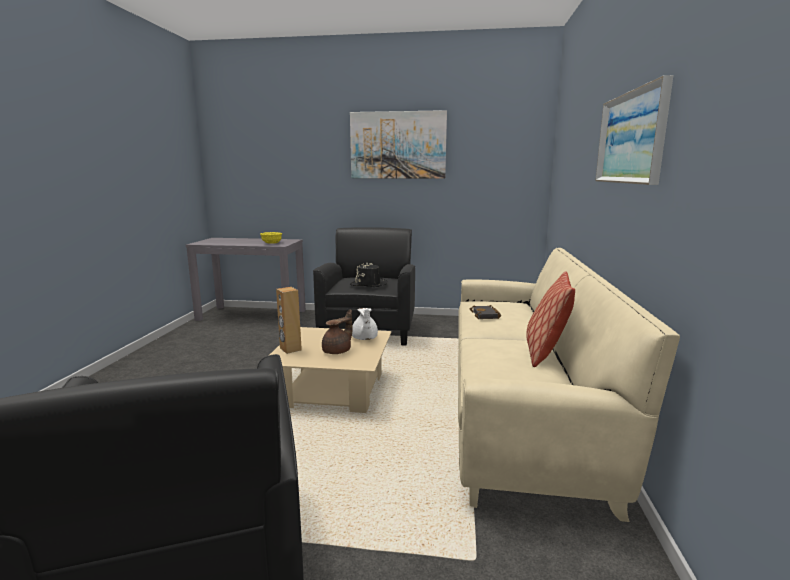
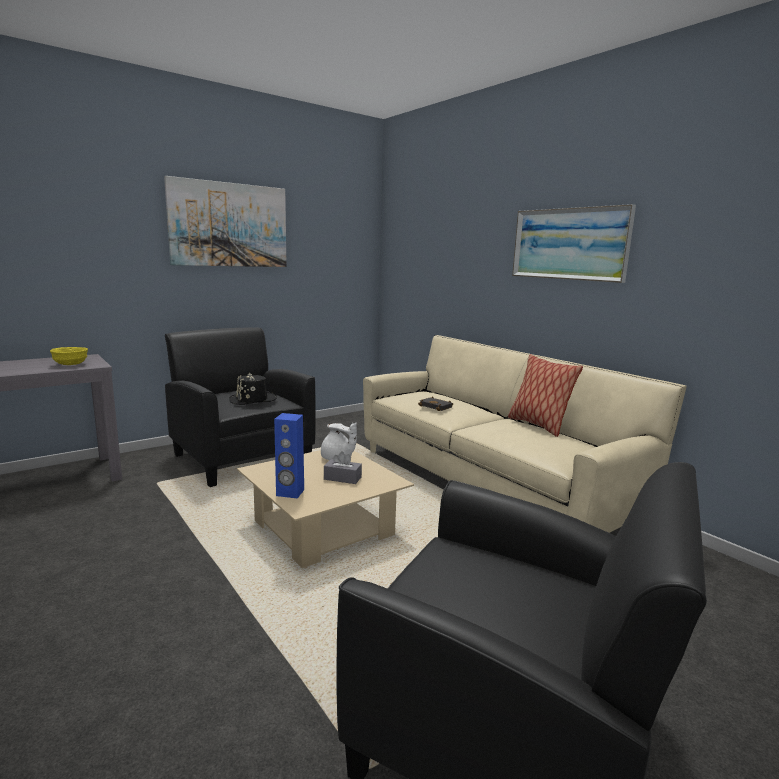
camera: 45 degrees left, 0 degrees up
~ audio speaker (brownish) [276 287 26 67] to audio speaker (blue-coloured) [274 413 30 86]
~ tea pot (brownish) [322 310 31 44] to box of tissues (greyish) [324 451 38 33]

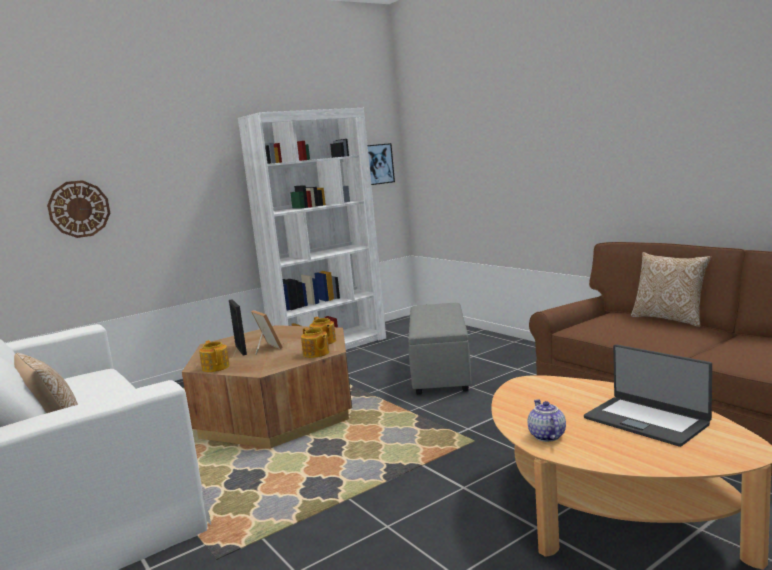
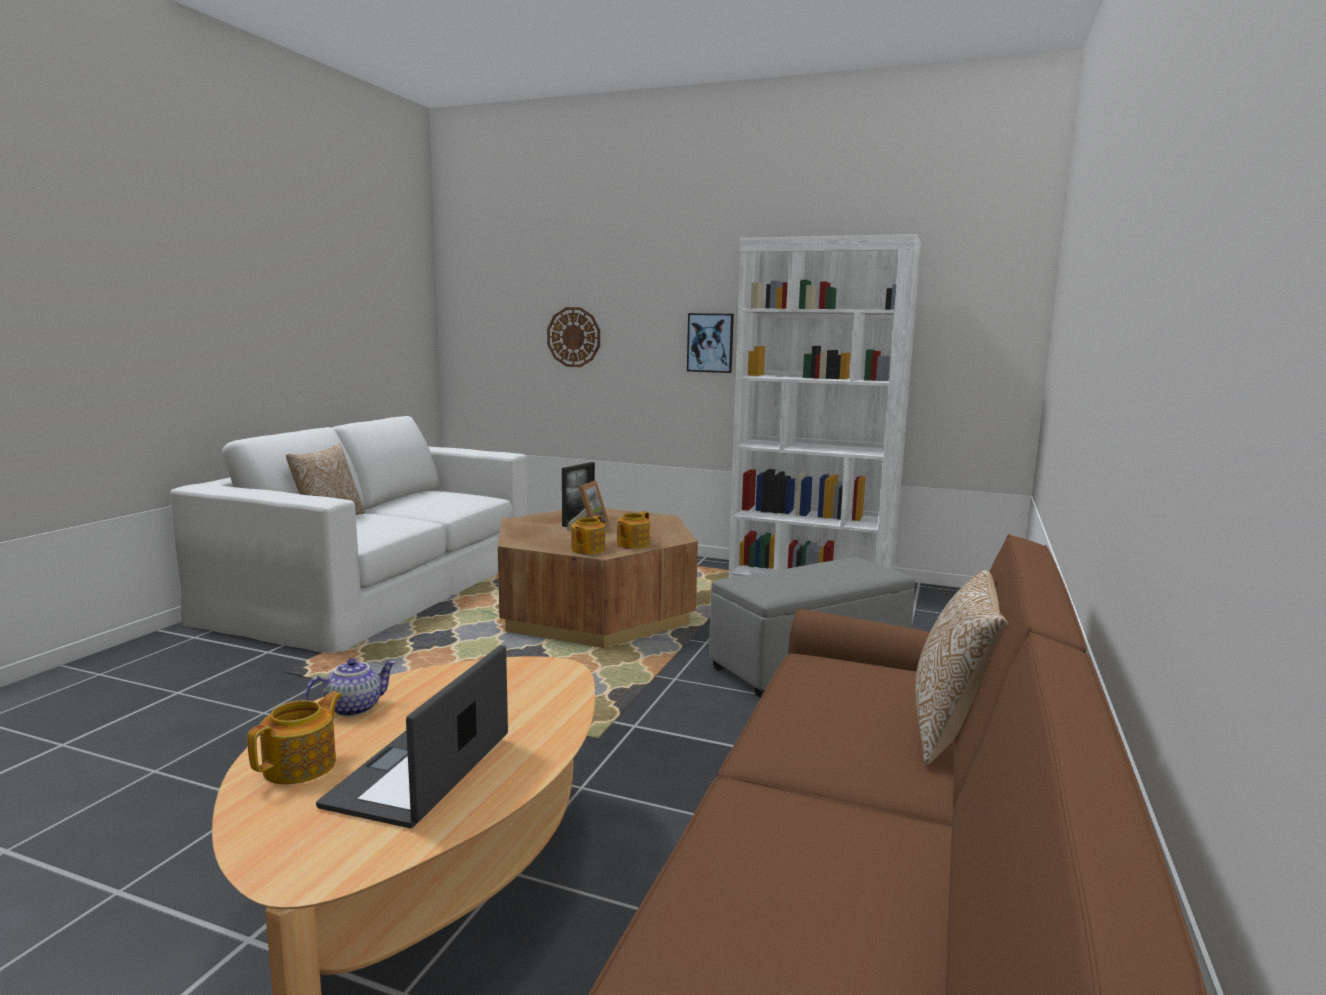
camera: 55 degrees right, 0 degrees up
~ tea pot [199 340 31 32] to [247 691 95 93]
~ wall picture [368 143 27 42] to [687 313 47 60]

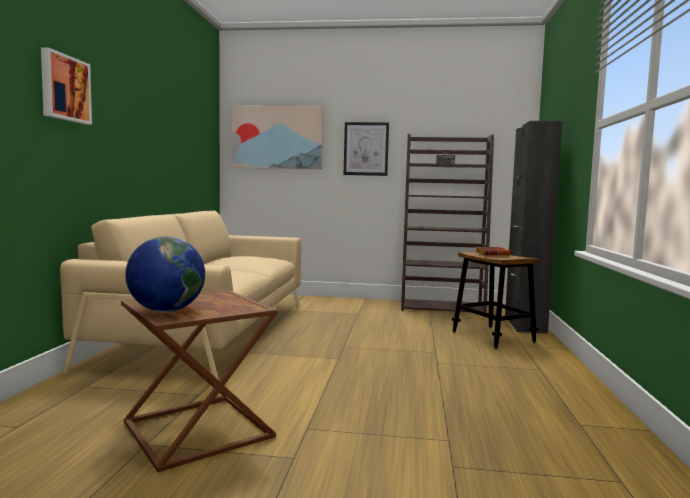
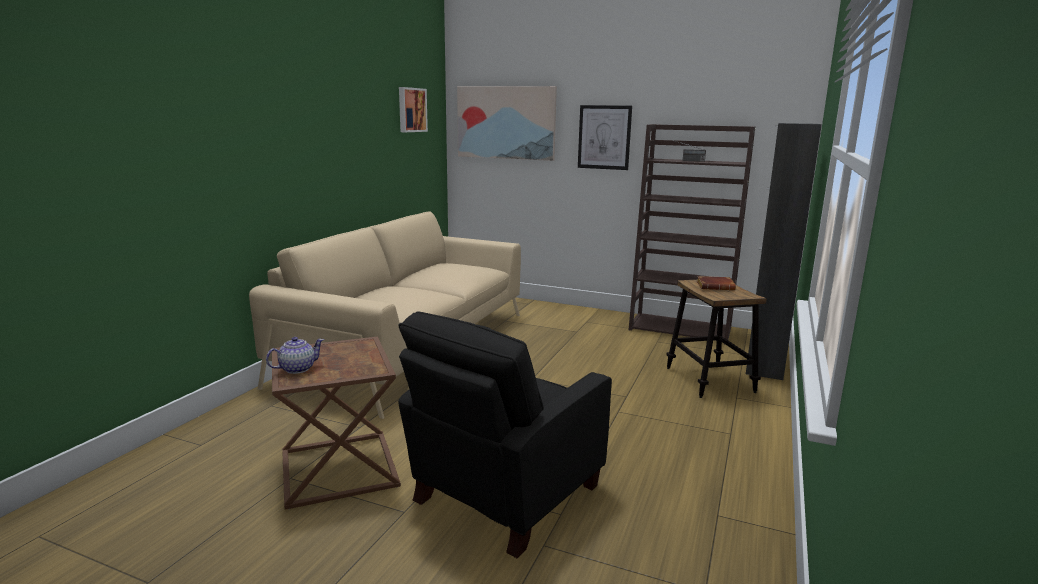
camera: 15 degrees right, 10 degrees up
~ wall picture [41 48 51 77] to [399 87 29 45]
~ desk globe [125 237 80 75] to tea pot [266 337 58 37]
+ easy chair (blackish) [398 311 214 247]

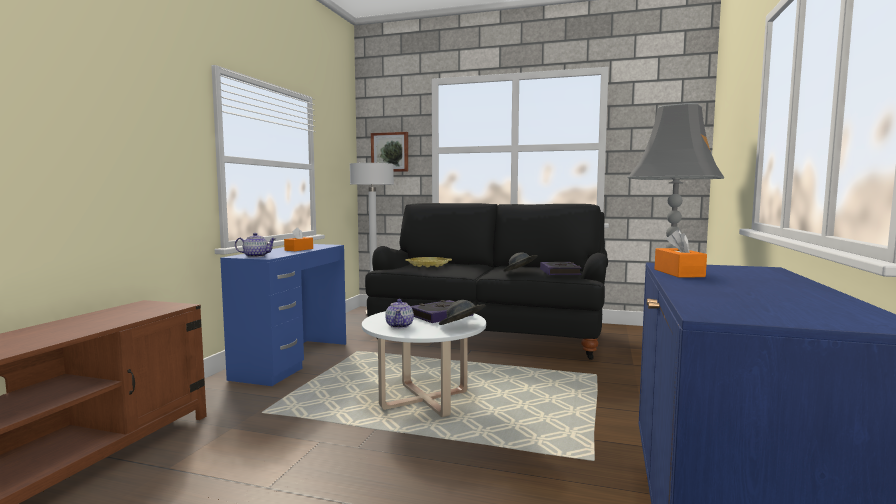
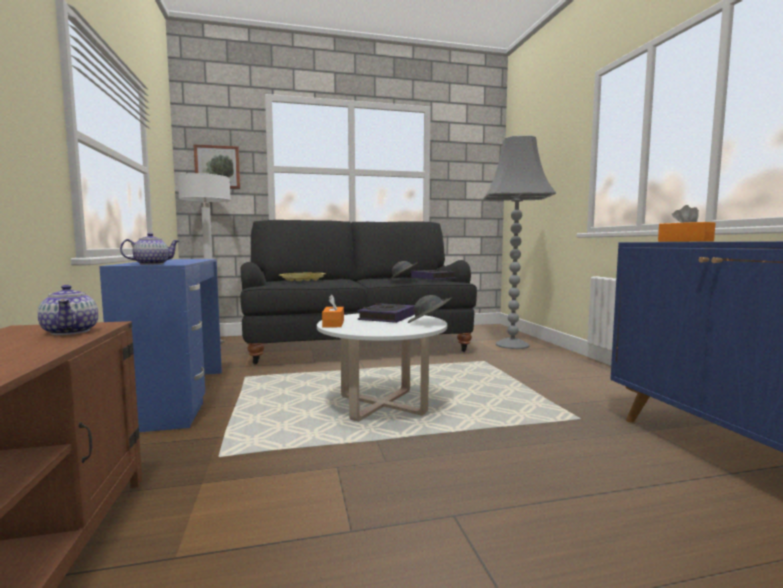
camera: 30 degrees left, 0 degrees up
~ box of tissues (orange-coloured) [284 227 29 24] to [322 295 22 32]
~ tea pot [385 299 29 29] to [38 285 60 50]

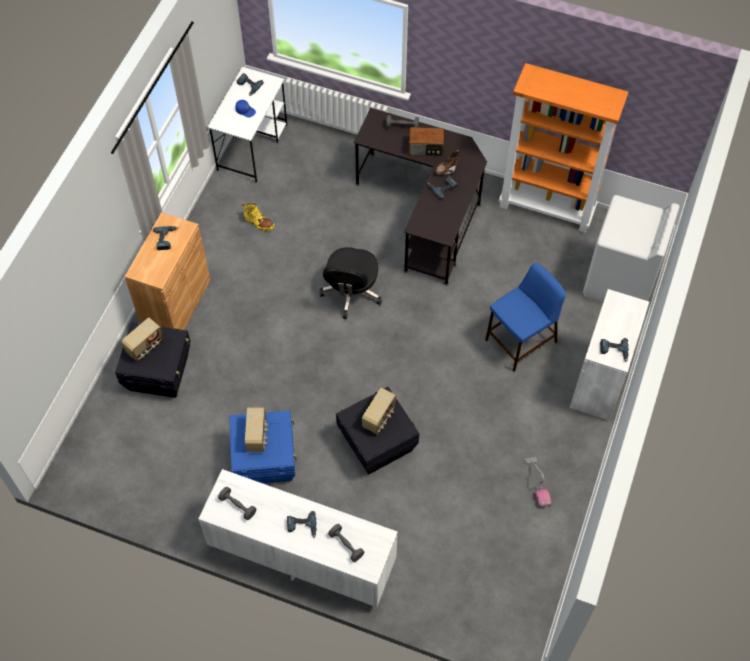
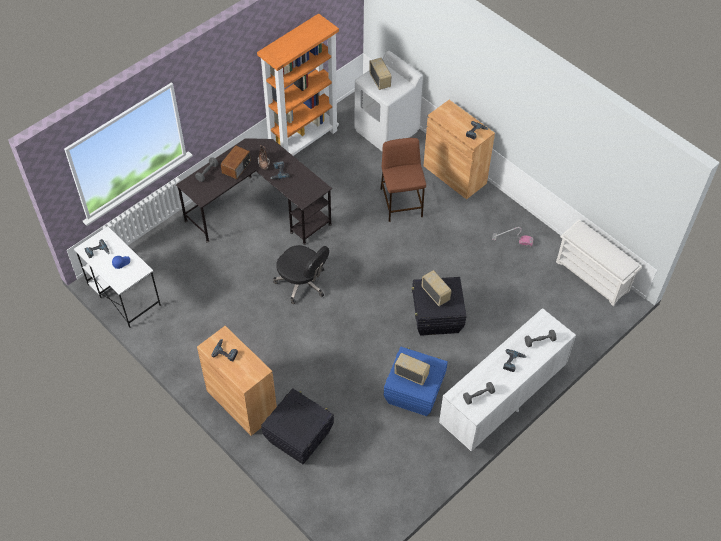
camera: 65 degrees left, 5 degrees down
~ radio receiver [121 318 43 43] to [369 58 22 32]
- boot (yellow) [242 203 33 28]
~ stool (blue-coloured) [485 263 81 108] to stool (brownish) [380 138 46 84]
~ storage cabinet (white-coloured) [570 289 79 132] to storage cabinet (brownish) [423 100 72 100]
+ shoe rack (white-coloured) [556 220 86 86]

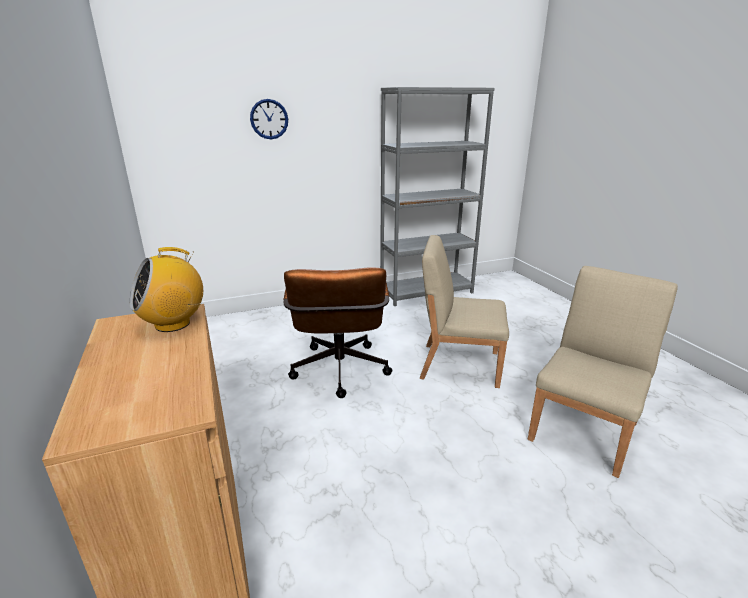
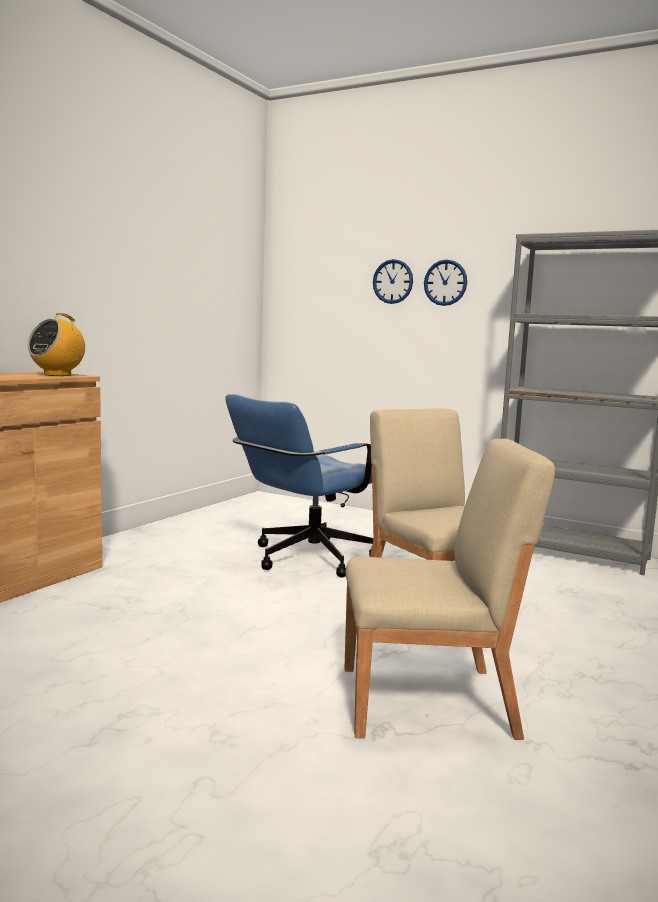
camera: 50 degrees right, 15 degrees down
~ radio receiver [129 247 74 85] = [27 313 58 63] 75 degrees counterclockwise
~ computer chair (brownish) [283 267 109 131] to computer chair (blue-coloured) [226 394 147 184]
+ hanging clock [424 259 43 47]

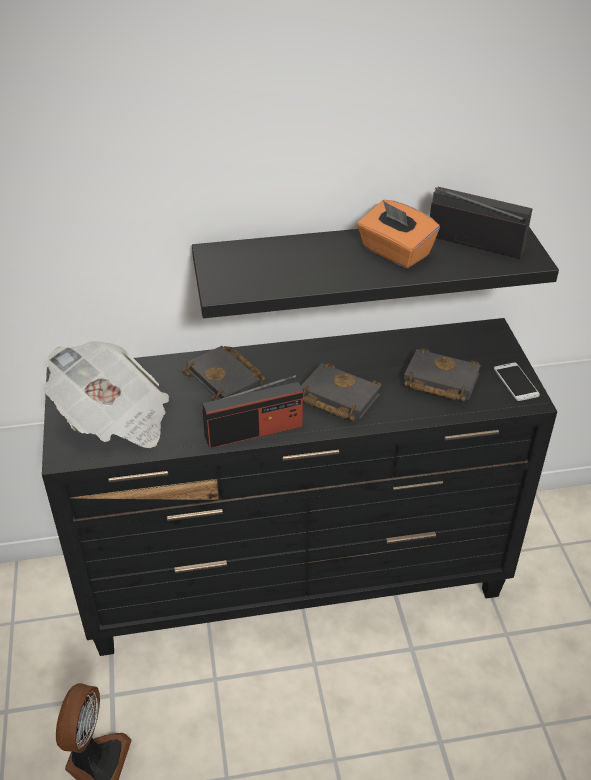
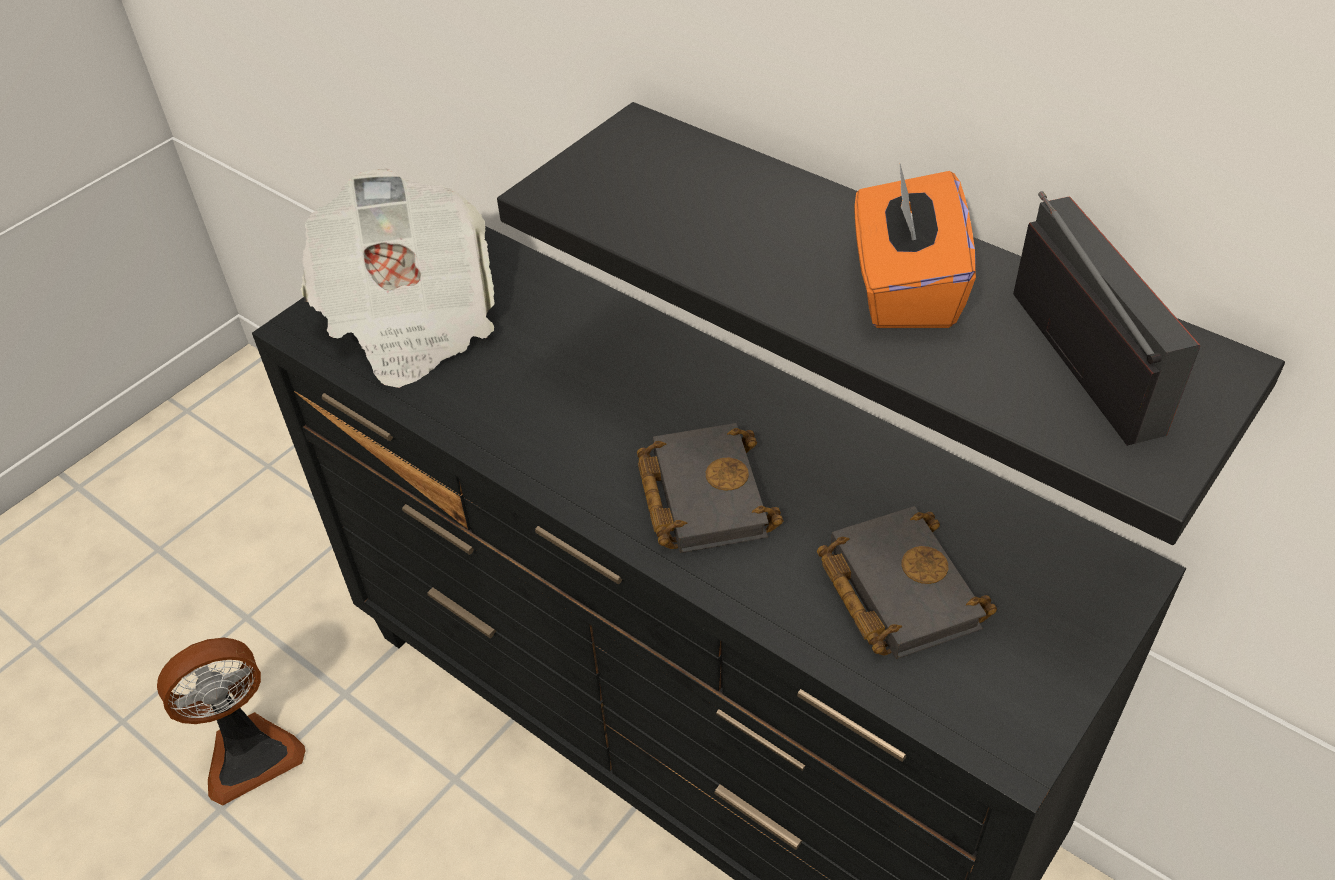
camera: 50 degrees right, 5 degrees up
- book (blackish) [182 346 84 55]
- radio receiver [202 375 101 74]
- handset [494 363 46 38]

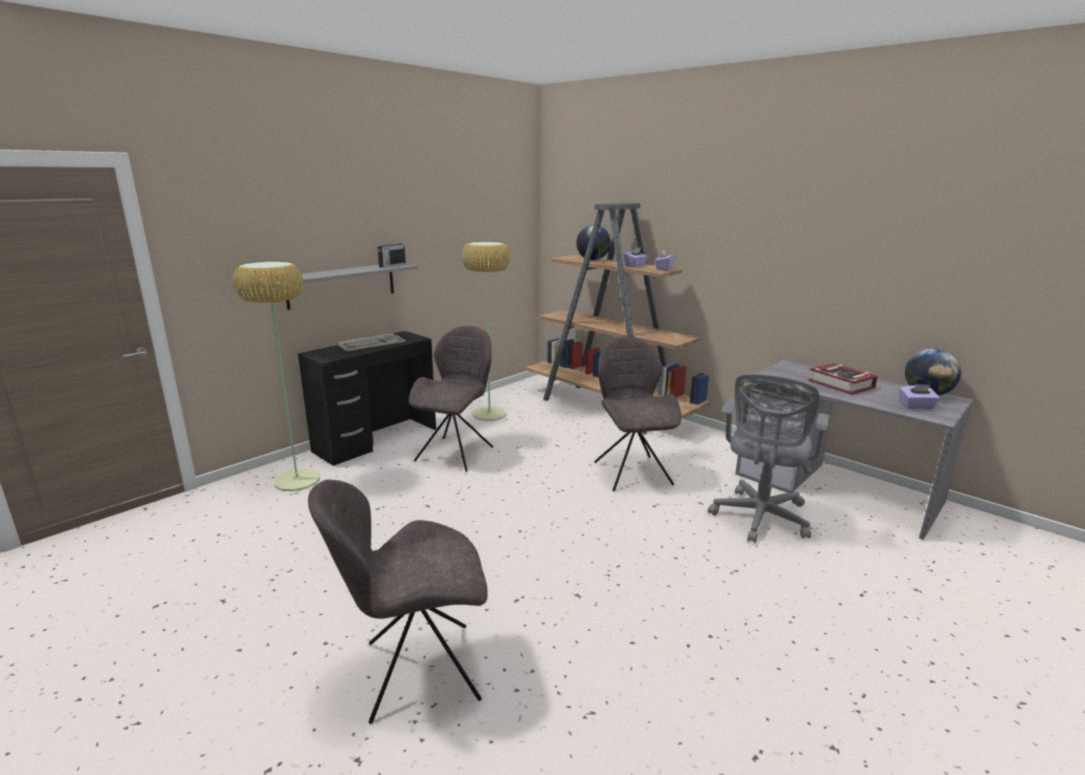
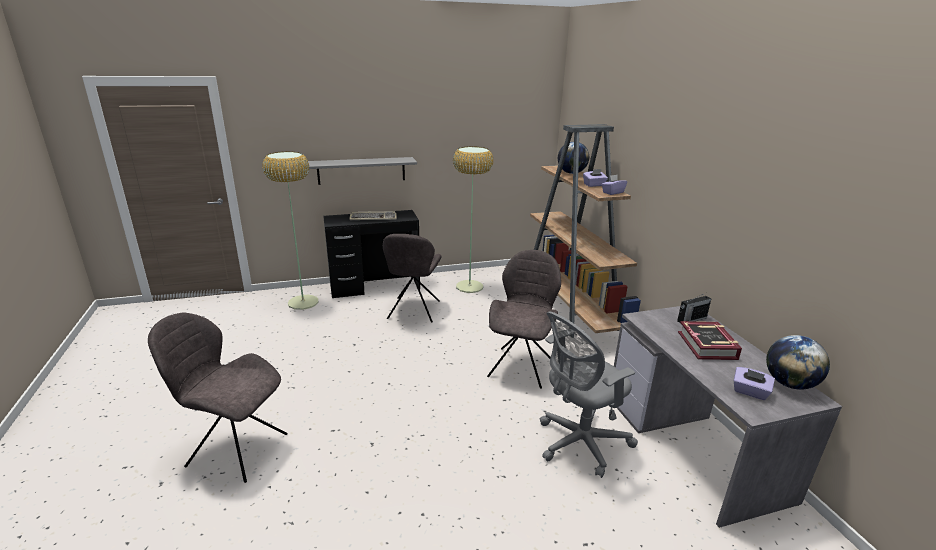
camera: 30 degrees right, 5 degrees up
~ radio receiver [377 240 29 28] to [677 294 34 29]
~ upright chair (greyish) [409 326 84 146] = [383 234 58 89] 135 degrees clockwise

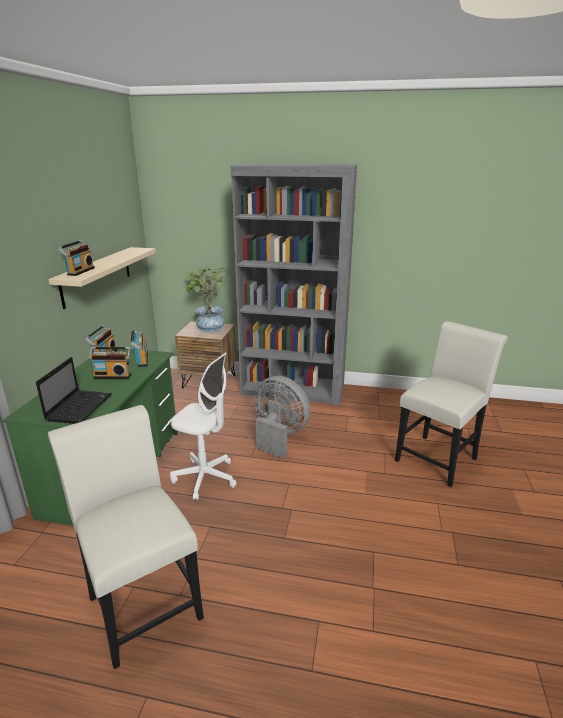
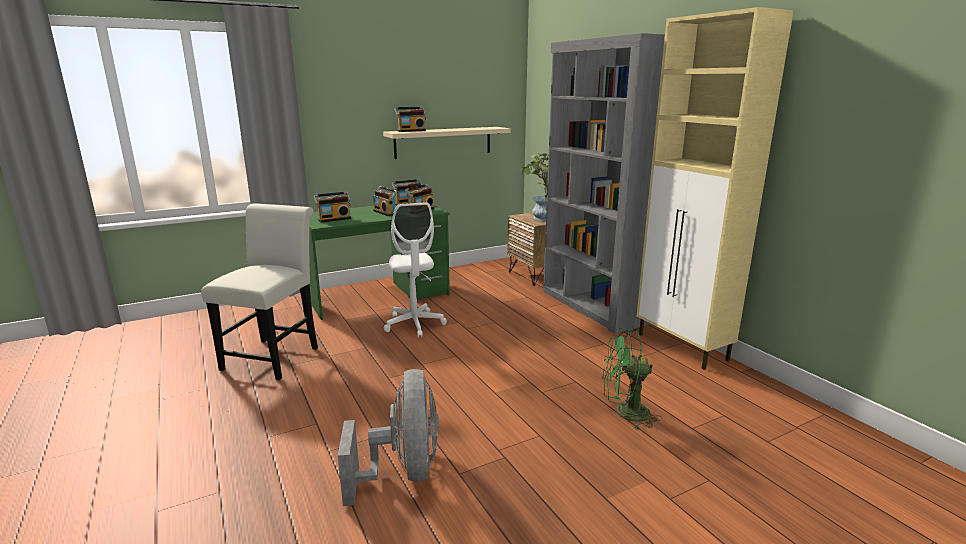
camera: 50 degrees right, 5 degrees down
~ notebook computer [36 357 76 67] to radio receiver [314 192 37 31]
~ electric fan (greyish) [254 376 56 83] to [338 369 101 137]
~ upright chair (white-coloured) [395 321 113 166] to electric fan (green-coloured) [602 328 60 102]
+ storage cabinet (beige-coloured) [637 7 157 363]

